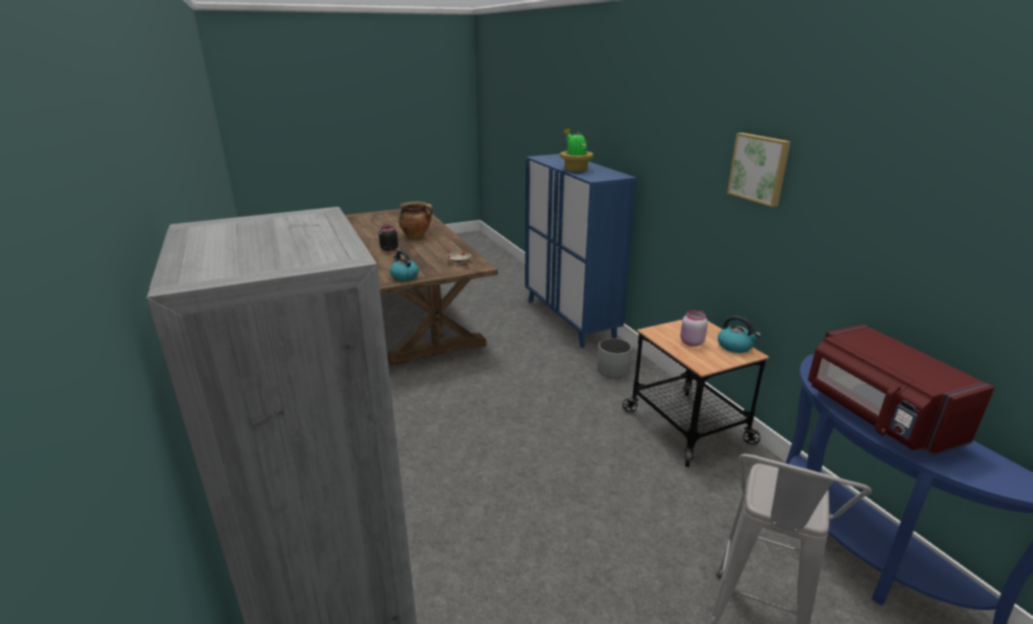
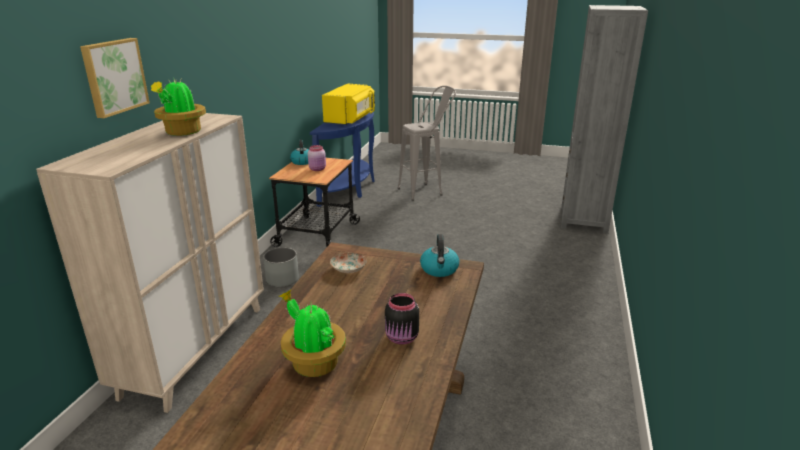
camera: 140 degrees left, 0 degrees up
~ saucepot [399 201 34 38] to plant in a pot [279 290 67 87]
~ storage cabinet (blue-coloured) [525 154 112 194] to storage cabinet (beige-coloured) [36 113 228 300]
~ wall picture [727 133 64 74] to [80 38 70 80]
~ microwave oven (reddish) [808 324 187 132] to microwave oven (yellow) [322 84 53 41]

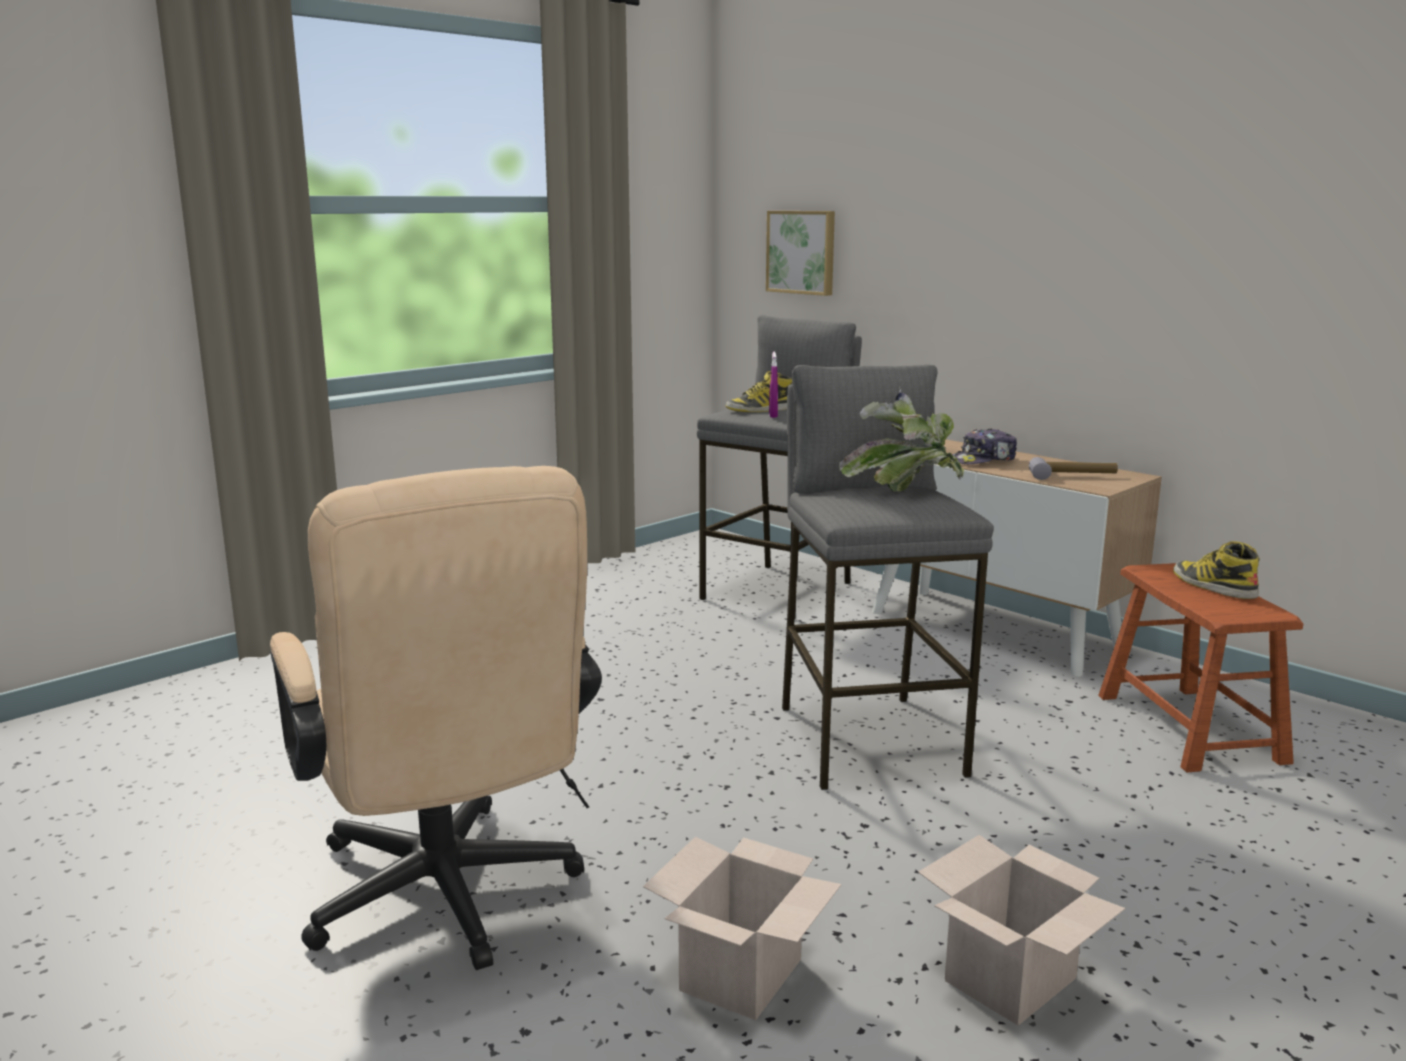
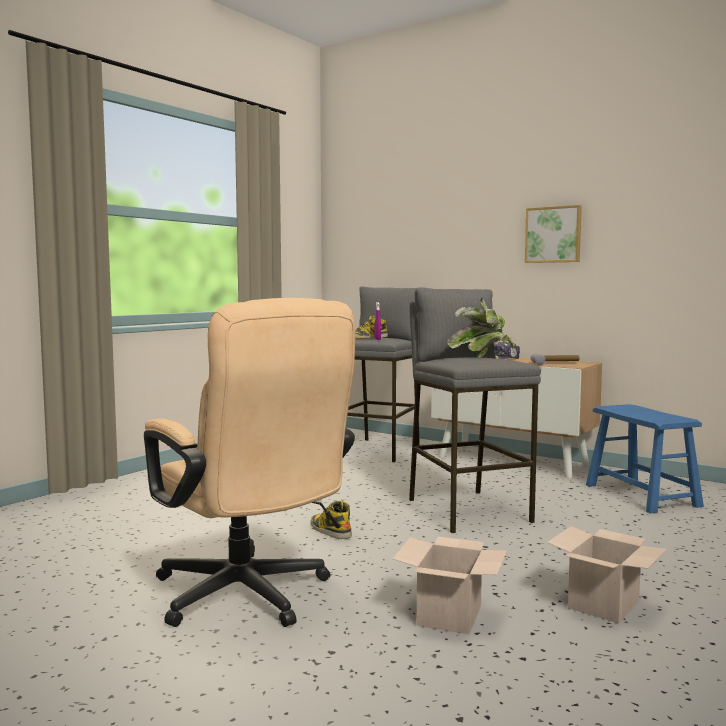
camera: 10 degrees left, 10 degrees down
~ wall picture [766 211 69 85] to [525 205 57 58]
~ stool (brownish) [1098 563 205 209] to stool (blue-coloured) [586 404 118 110]
~ boot [1173 541 87 58] to [311 501 41 38]

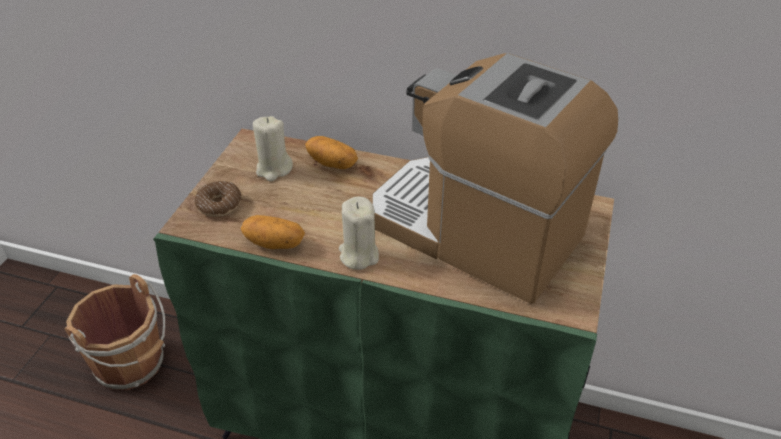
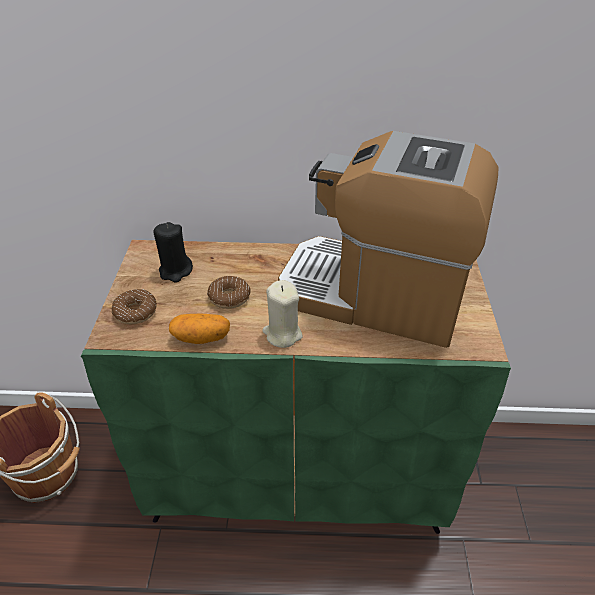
camera: 15 degrees left, 0 degrees up
~ candle (beige-coloured) [253 116 40 65] to candle (blackish) [153 222 40 61]
- whole potato [305 136 53 33]
+ ring doughnut [207 276 44 33]

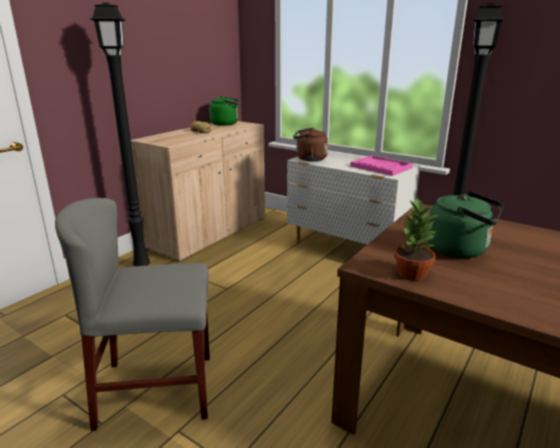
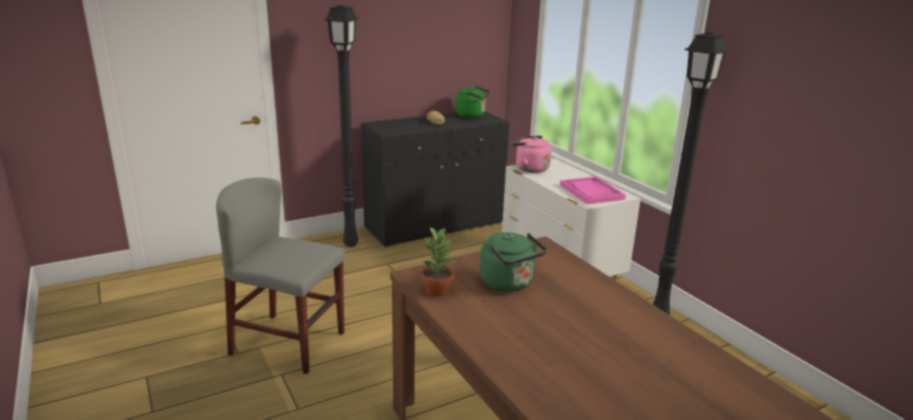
camera: 25 degrees right, 0 degrees up
~ storage cabinet (beige-coloured) [131 121 134 141] to storage cabinet (blackish) [361 112 149 136]
~ kettle (brownish) [293 128 35 33] to kettle (pink) [511 136 40 37]

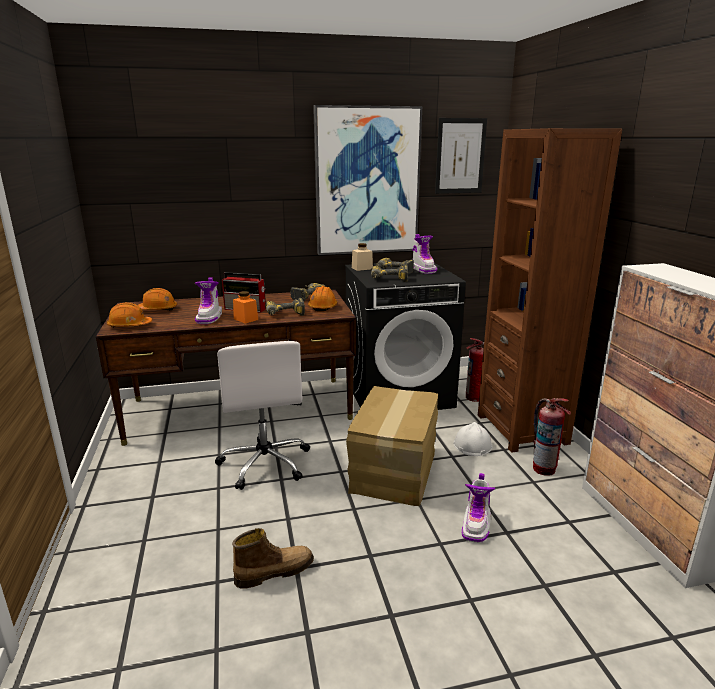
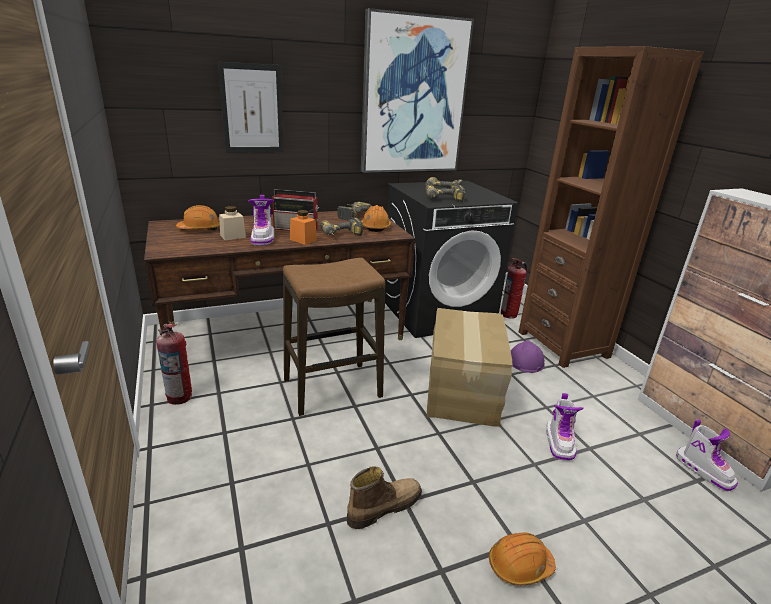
camera: 10 degrees left, 5 degrees up
~ work helmet (orange-coloured) [107 302 45 26] to [489 533 67 52]
~ computer chair (white-coloured) [215 341 95 149] to stool [283 258 102 158]
~ jar (beige-coloured) [352 243 21 28] to [219 206 27 34]
~ boot [413 234 24 40] to [676 419 62 72]
~ wall picture [435 118 52 76] to [218 62 66 91]
~ work helmet (white-coloured) [454 422 39 34] to work helmet (purple) [510 340 35 33]
~ extinguisher [533 398 38 78] to [156 324 36 81]

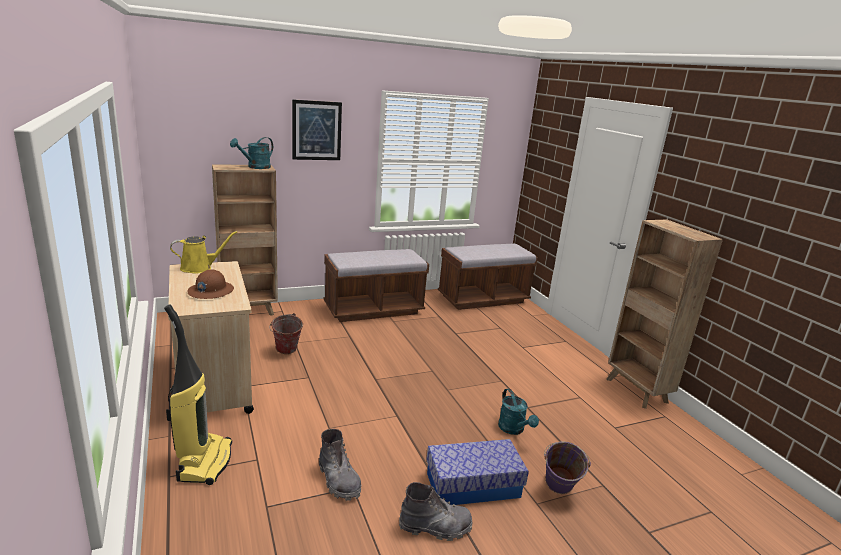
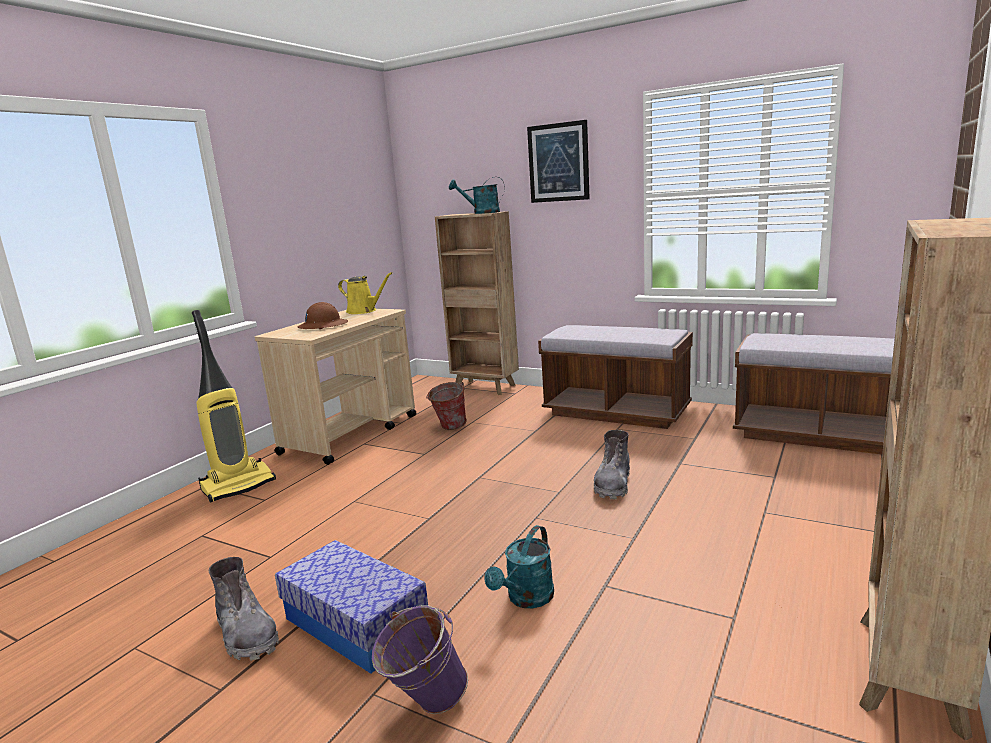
camera: 55 degrees right, 5 degrees down
~ boot (greyish) [319 429 42 72] to [594 430 36 69]

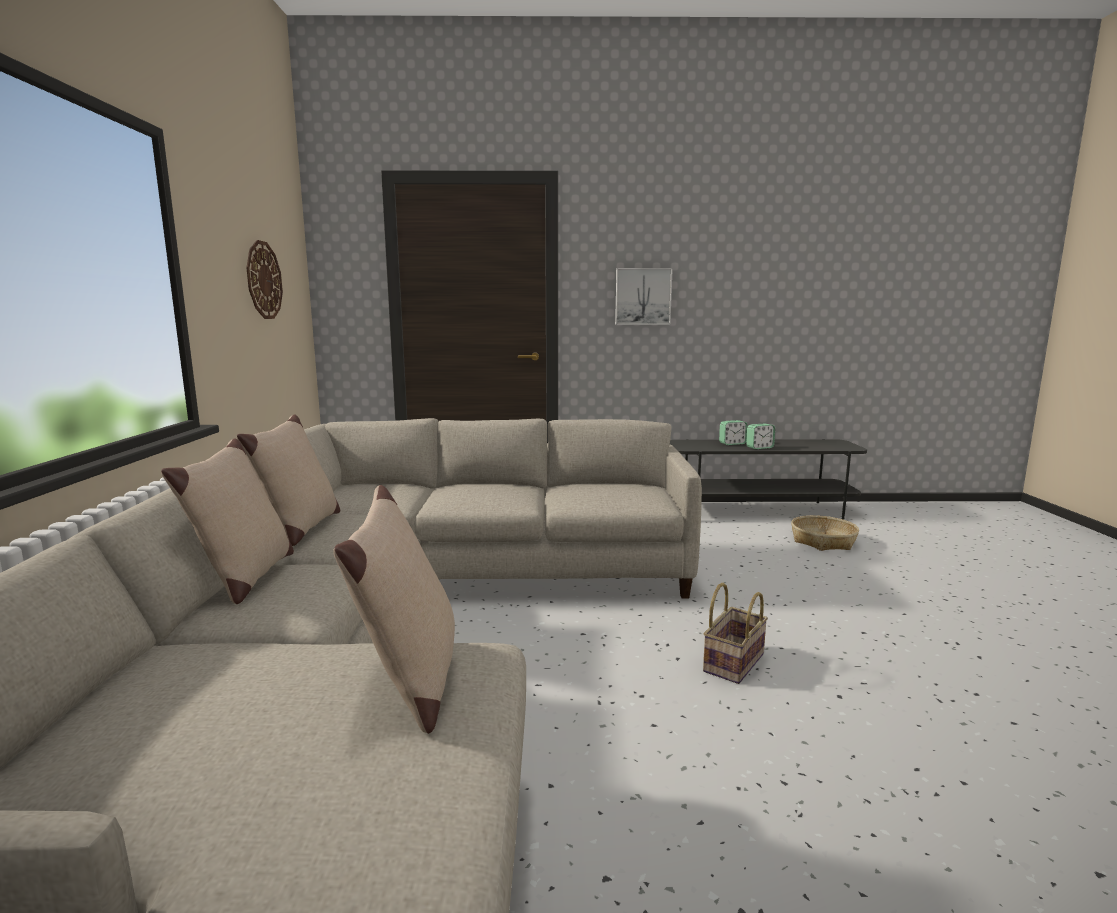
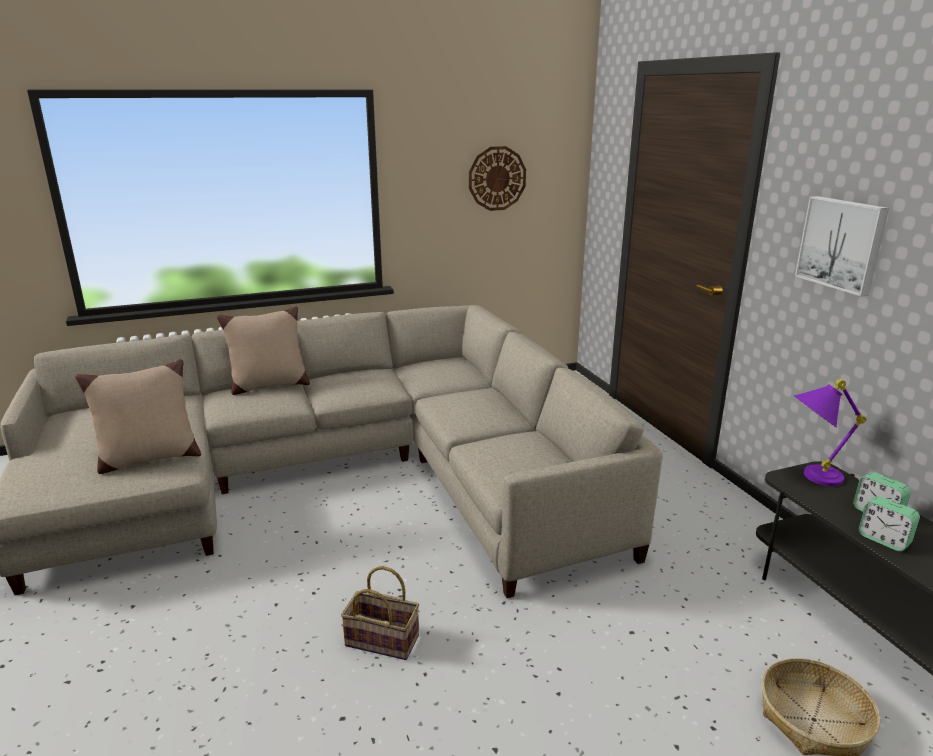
camera: 70 degrees right, 10 degrees up
- cushion (beige-coloured) [237 415 103 131]
+ tabletop lamp (purple) [794 379 73 107]

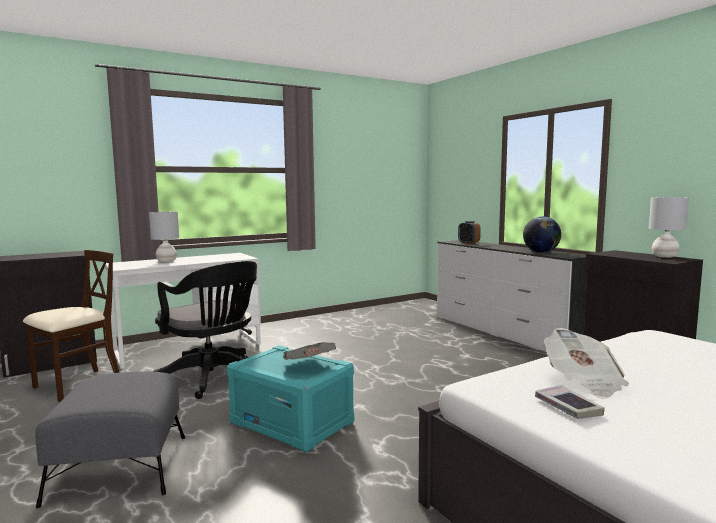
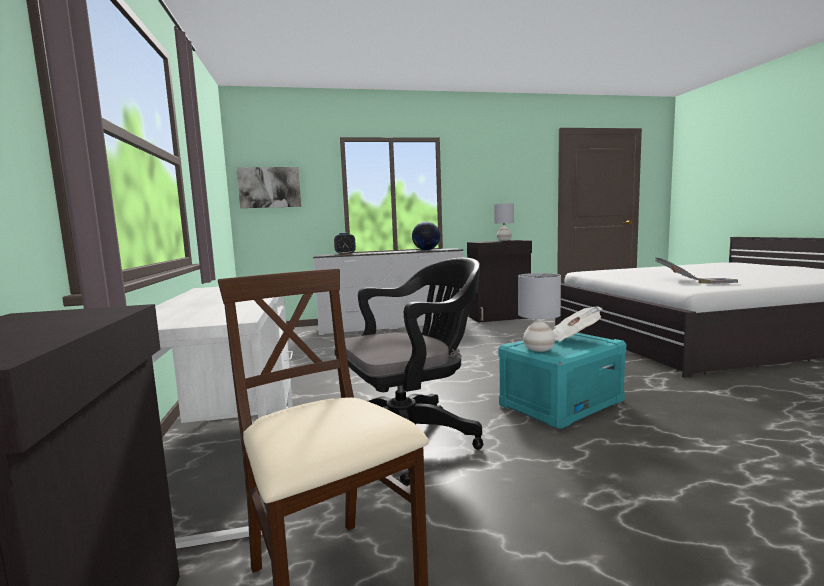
camera: 70 degrees left, 0 degrees up
- footrest (greyish) [35 371 150 137]
~ tabletop lamp (greyish) [149 212 30 50] to [518 273 43 79]
+ wall picture [237 167 64 41]

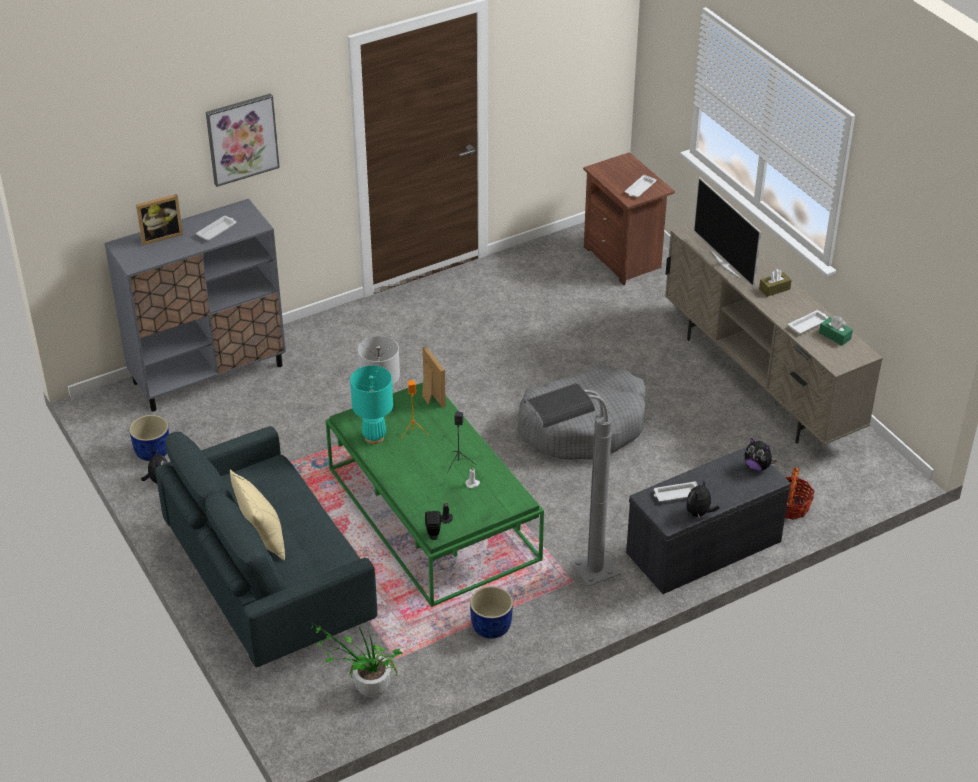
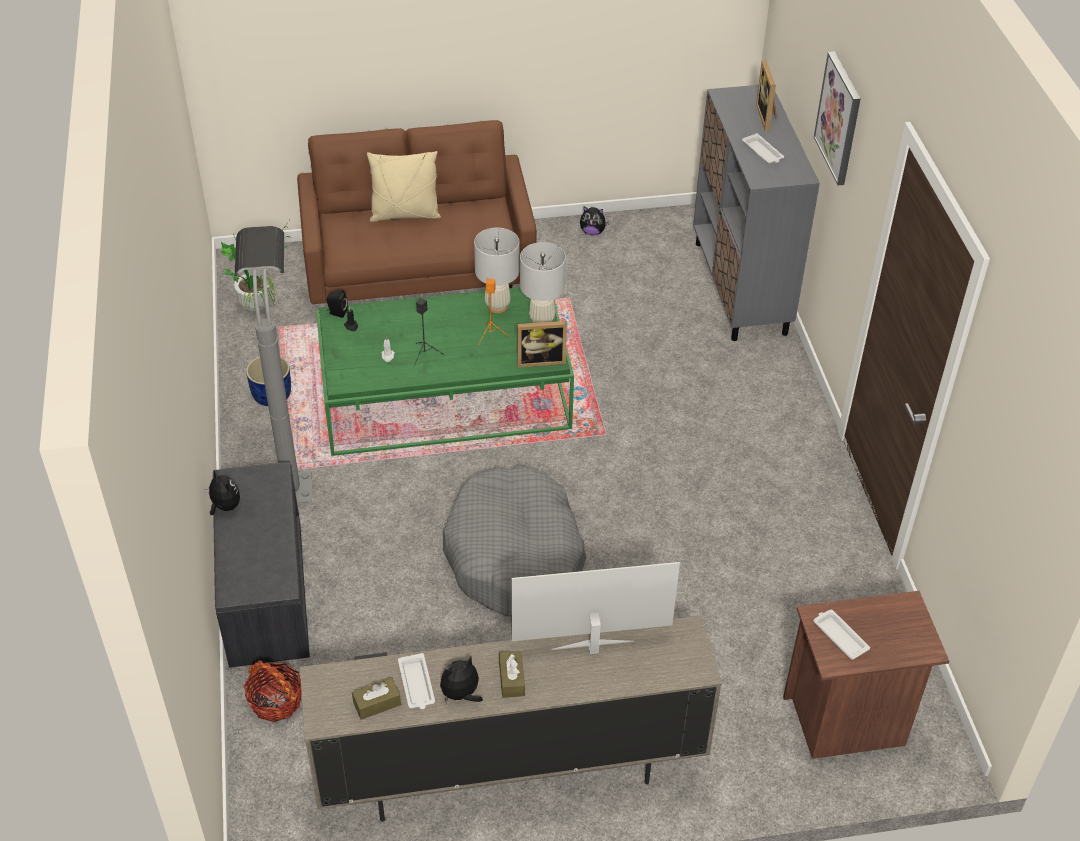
camera: 110 degrees right, 5 degrees up
- planter (blue-coloured) [129 415 40 46]
~ sofa (greyish) [155 426 222 241] to sofa (brownish) [297 120 240 184]
~ tabletop lamp (turquoise-coloured) [350 365 43 79] to tabletop lamp (white-coloured) [474 228 45 85]
- carrying tray (white-coloured) [654 481 44 21]
~ plush toy [744 438 33 33] to [440 656 43 49]
~ box of tissues (green-coloured) [819 316 34 30] to box of tissues (brownish) [352 678 49 42]

